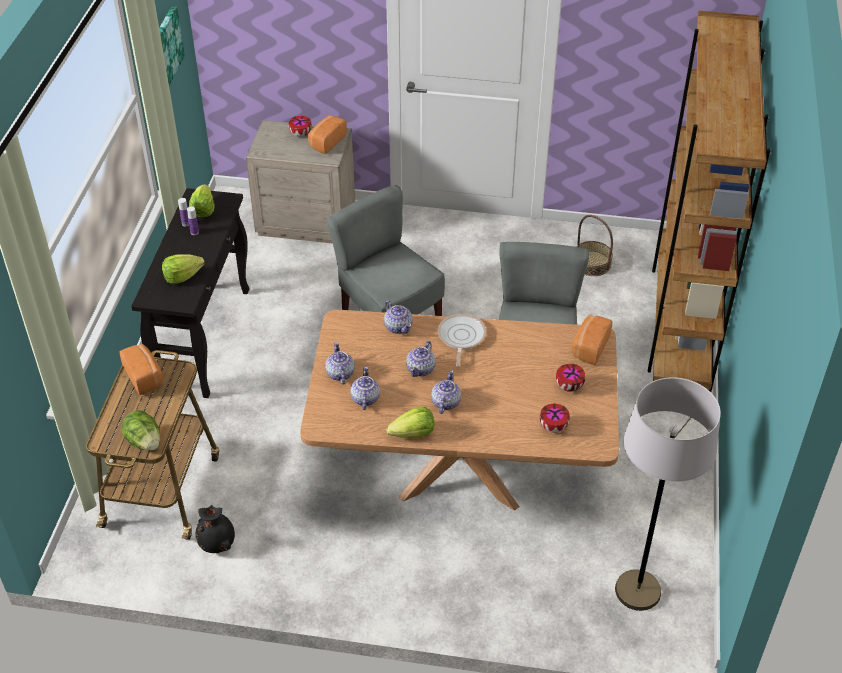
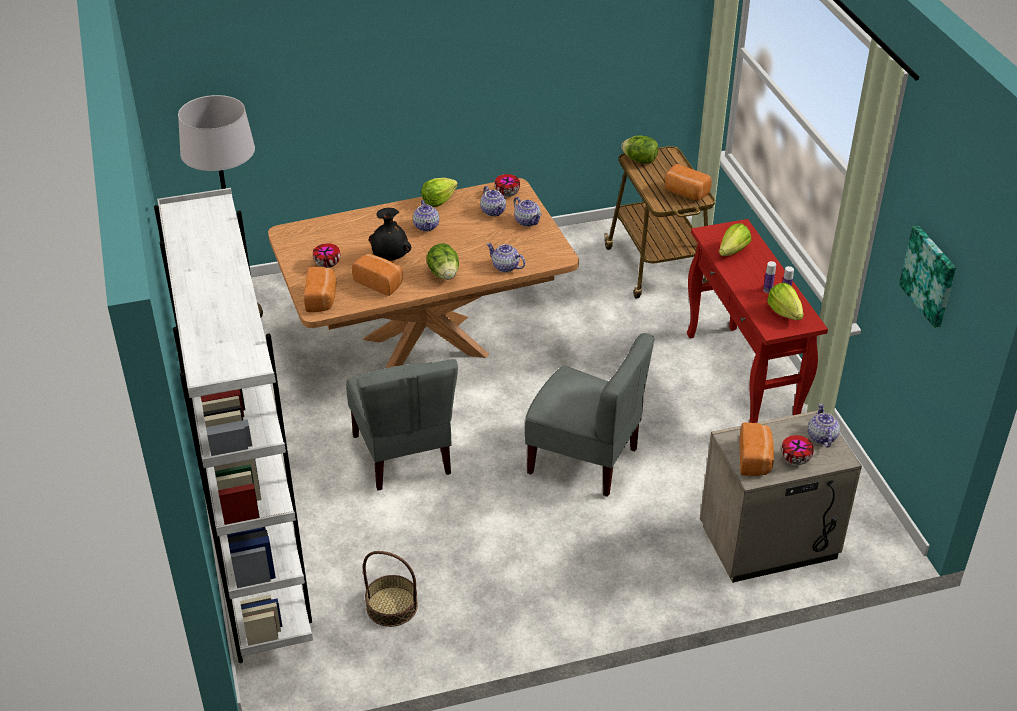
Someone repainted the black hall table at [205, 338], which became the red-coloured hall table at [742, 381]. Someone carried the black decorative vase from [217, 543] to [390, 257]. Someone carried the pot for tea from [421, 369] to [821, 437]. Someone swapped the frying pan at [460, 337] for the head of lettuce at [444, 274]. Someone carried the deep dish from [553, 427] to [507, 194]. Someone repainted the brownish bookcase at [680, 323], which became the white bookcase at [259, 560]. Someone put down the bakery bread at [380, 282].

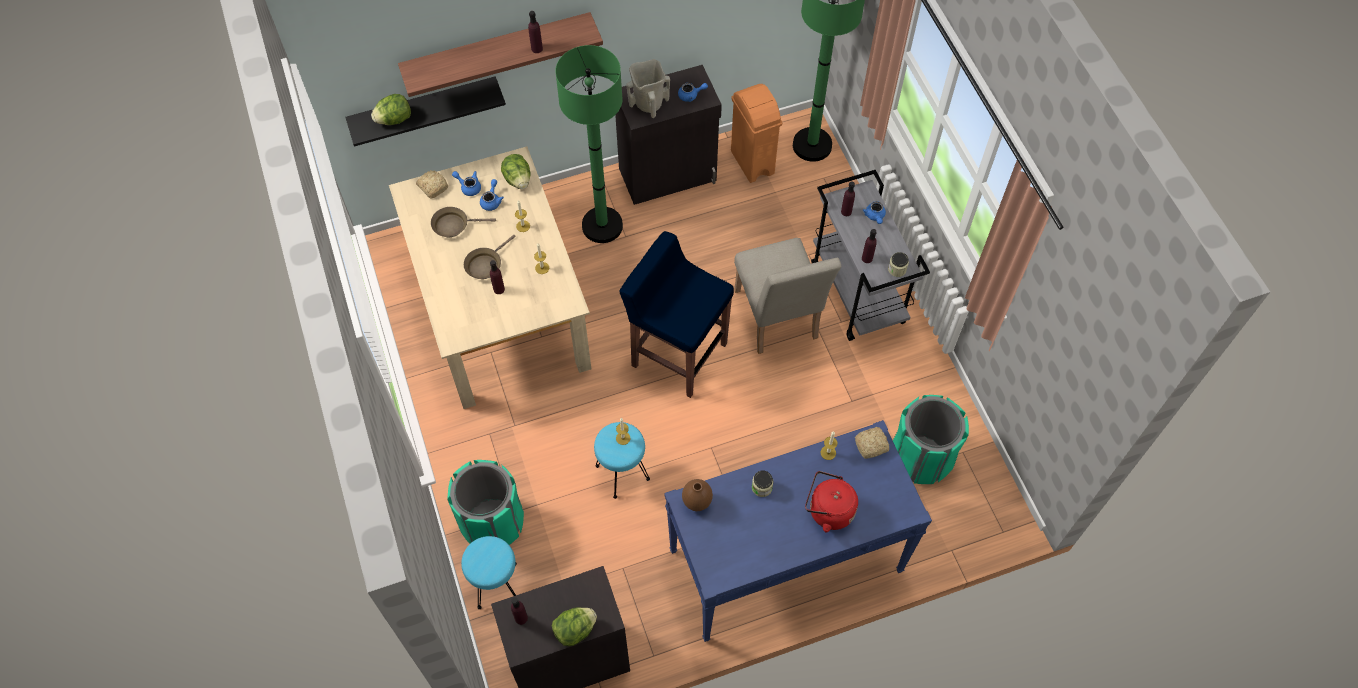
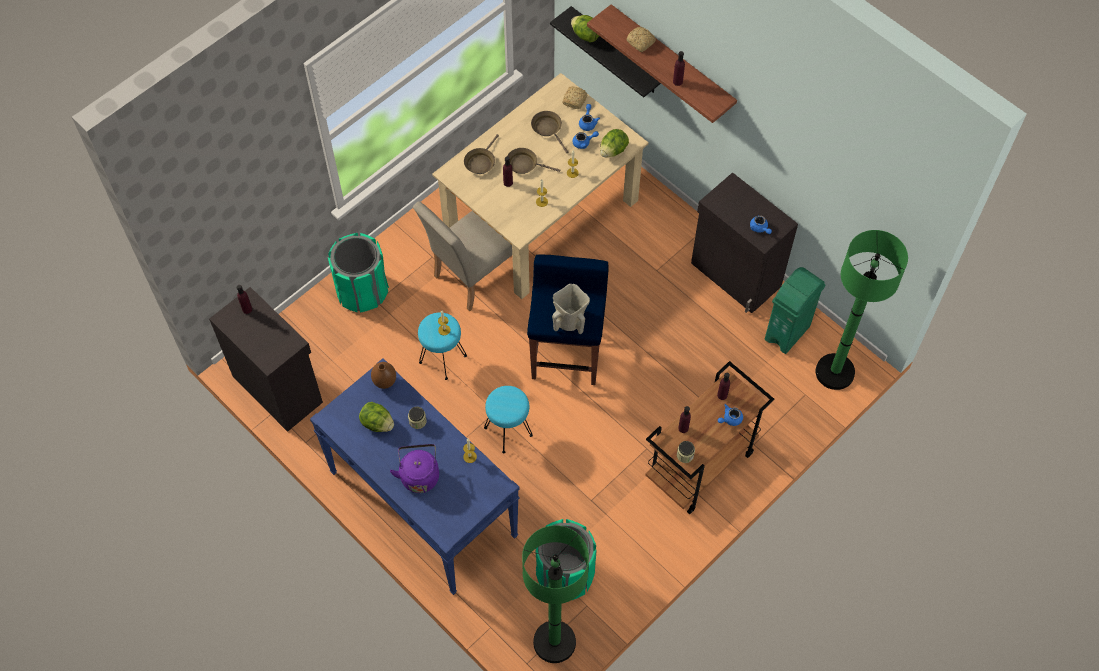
Someone carried the blue-green stool seat from [497, 584] to [509, 431]. Someone carried the head of lettuce from [574, 630] to [377, 423]. Someone carried the green standard lamp from [602, 226] to [554, 642]. Someone carried the beige-coloured decorative vase from [648, 102] to [570, 320]. Someone repainted the orangey waste bin at [752, 162], which became the green waste bin at [787, 332]. Someone carried the beige-coloured chair from [777, 320] to [471, 277]. Someone repainted the red-coloured kettle at [828, 511], which became the purple kettle at [419, 475]. Someone repainted the grey cart at [858, 293], which became the brownish cart at [699, 467]. Someone carried the bakery bread from [872, 445] to [641, 43]. Someone put down the brownish frying pan at [481, 162].

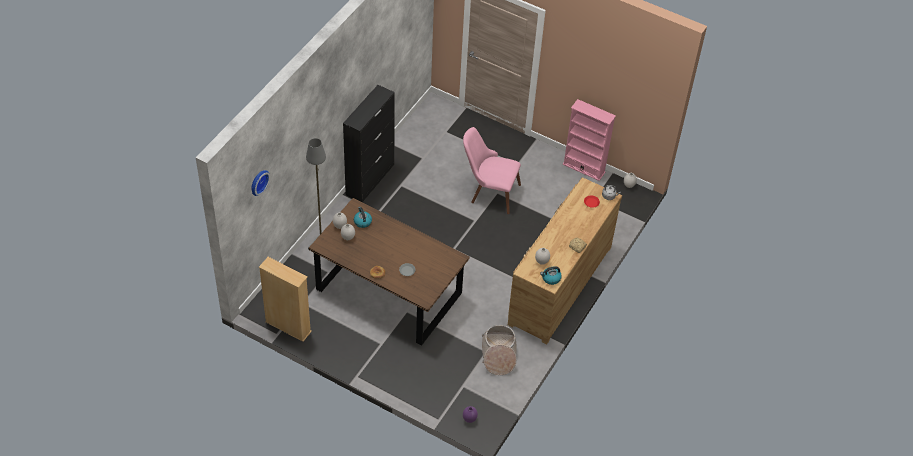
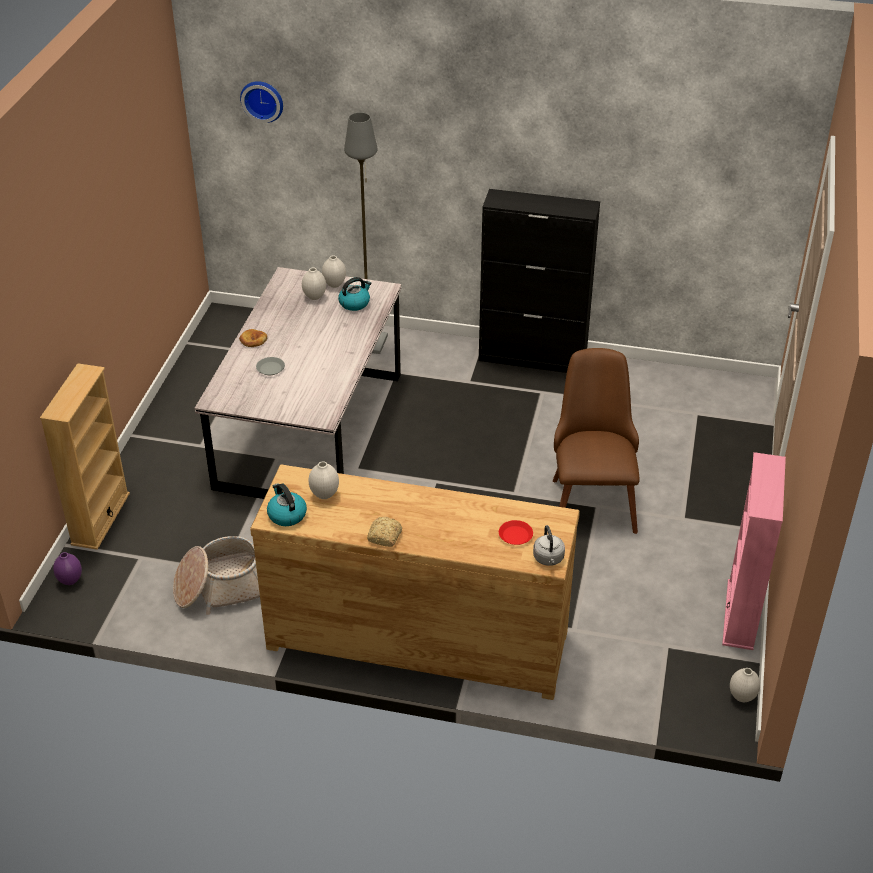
Someone carried the beige-coloured bookcase from [288, 326] to [100, 519]. Someone repainted the brownish dinner table at [389, 290], which became the grey dinner table at [311, 430]. Someone repainted the pinkish chair at [489, 192], which became the brownish chair at [591, 496].

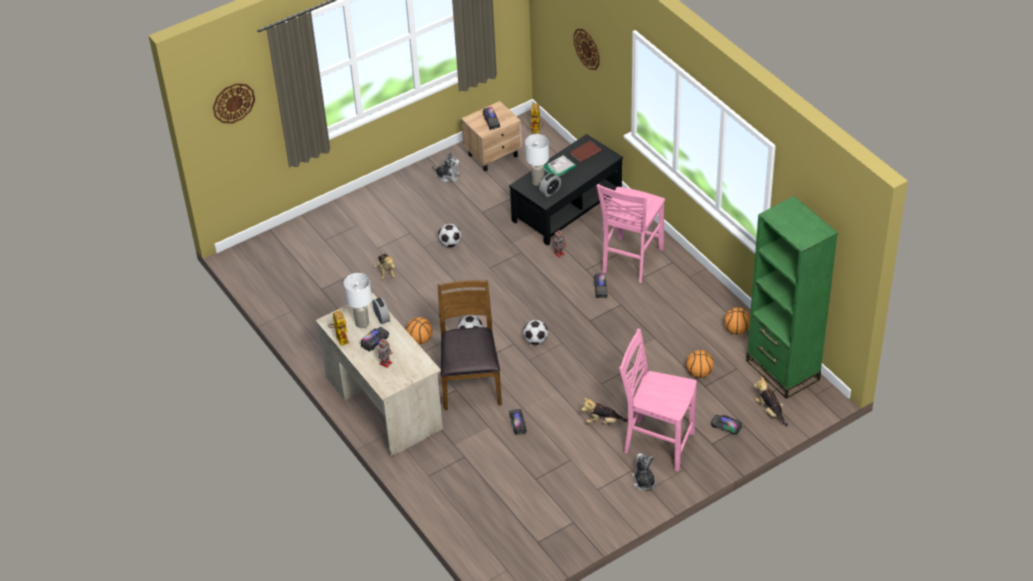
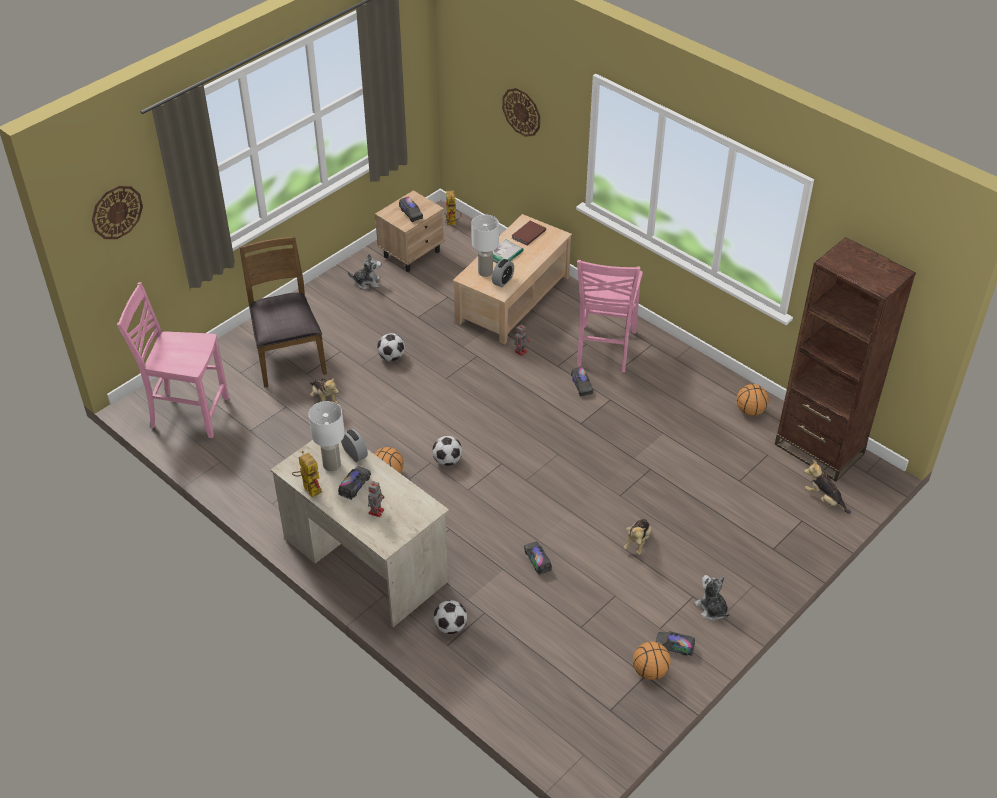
Someone carried the brownish chair from [470, 381] to [288, 355]. Someone repainted the black coffee table at [566, 206], which became the beige-coloured coffee table at [512, 299]. Someone carried the ball for football from [536, 341] to [450, 627]. Someone rotated the plush toy at [603, 421] by 60 degrees counterclockwise. Someone carried the pinkish chair from [657, 443] to [188, 413]. Someone carried the basketball from [699, 373] to [649, 671]. Someone carried the model truck from [726, 427] to [674, 646]. Someone repainted the green bookcase at [782, 370], which became the brownish bookcase at [819, 449].

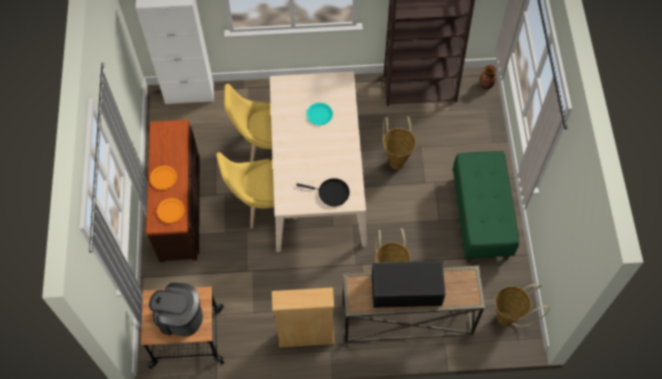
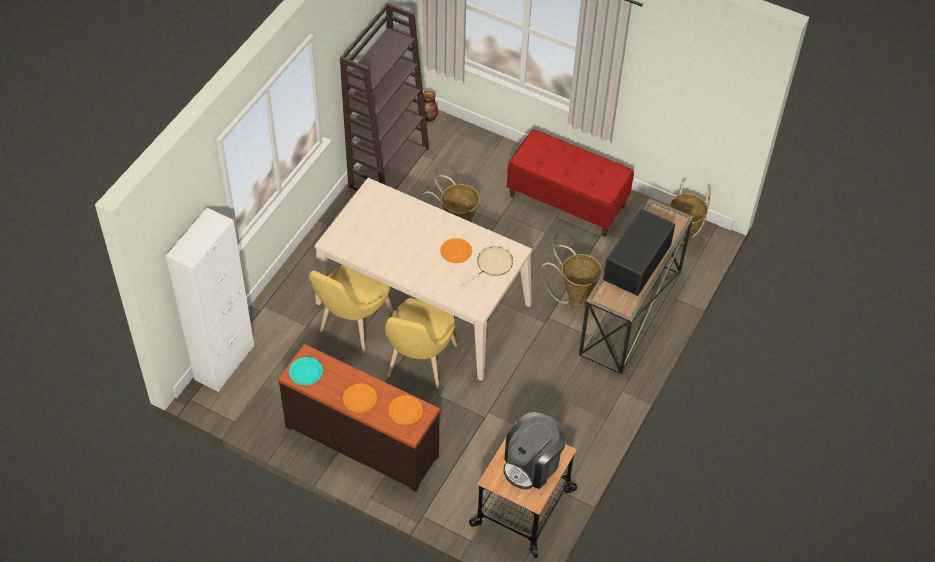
Someone took away the beige-coloured bookcase at [306, 337]. Someone repainted the black frying pan at [331, 193], which became the beige-coloured frying pan at [493, 265]. Someone carried the blue-green plate from [319, 114] to [305, 372]. Someone repainted the green indoor bench at [481, 217], which became the red-coloured indoor bench at [567, 201]. Someone put down the orangey plate at [456, 251].

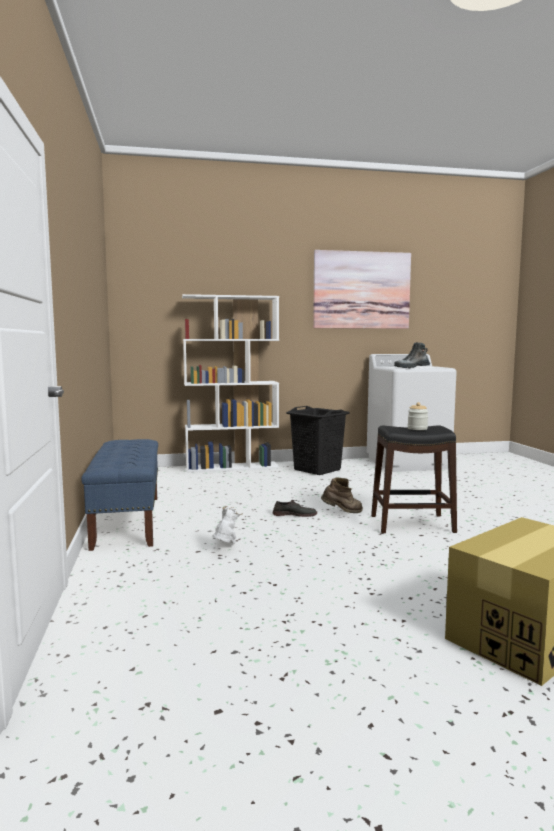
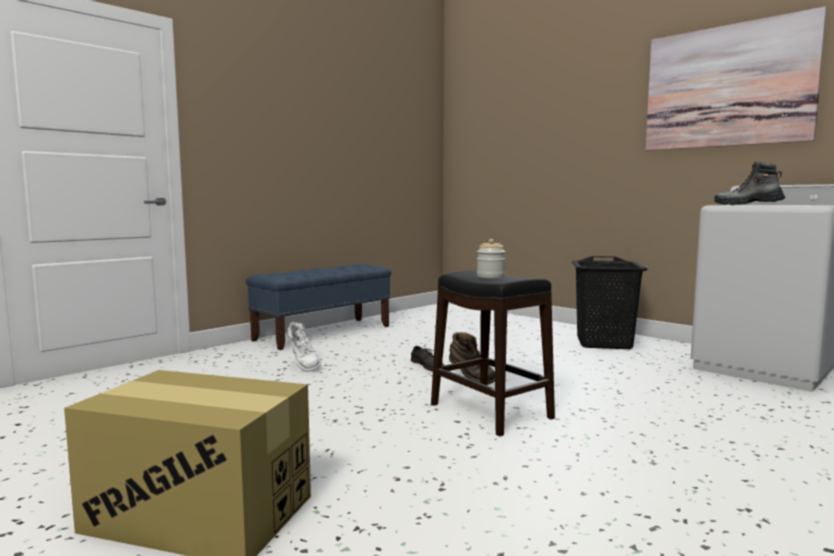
Someone took away the white bookcase at [232, 467]. Someone rotated the white tall boot at [226, 547] by 90 degrees clockwise.

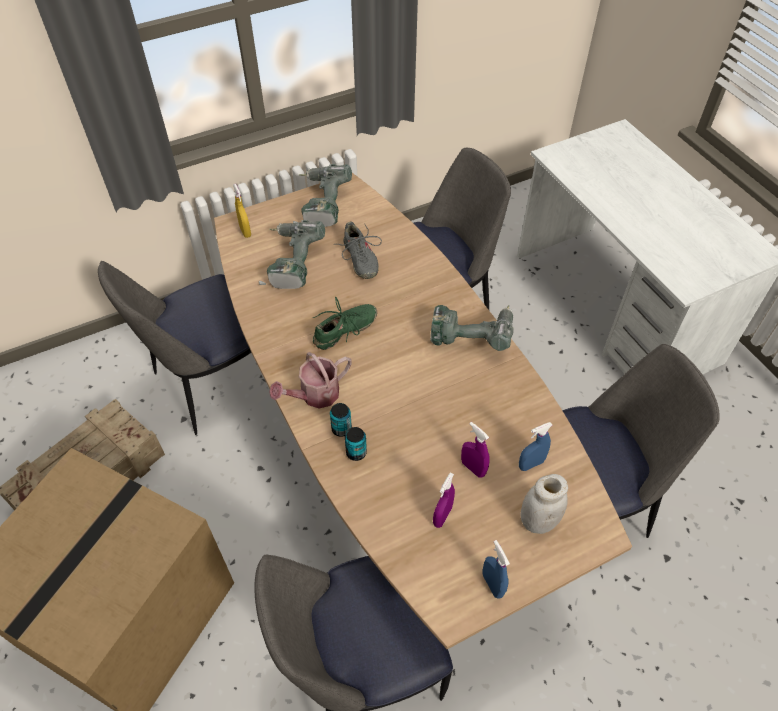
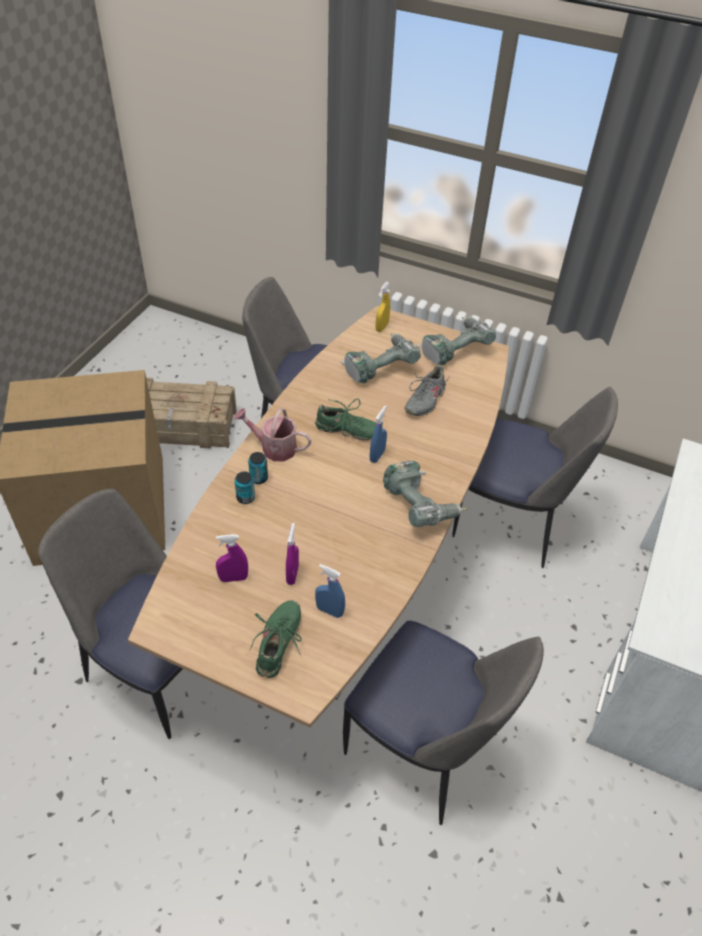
Someone carried the bluish spray bottle from [492, 584] to [377, 455]. Someone swapped the white preserve jar at [538, 521] for the green low shoe at [279, 643].

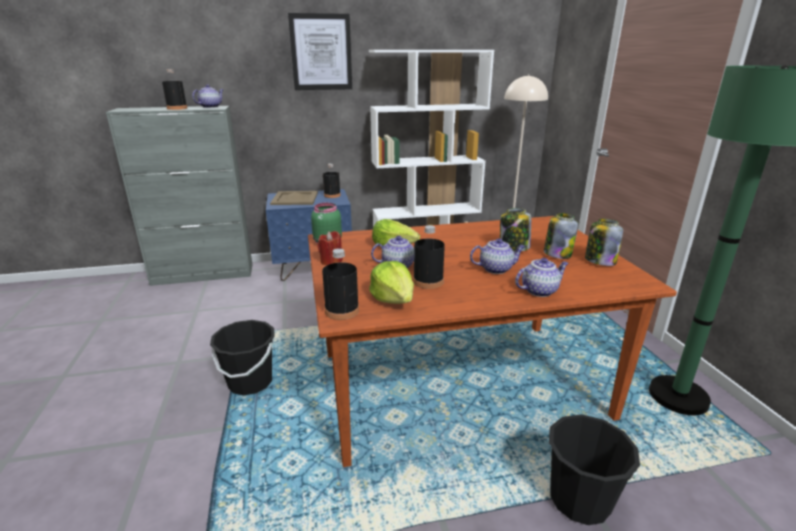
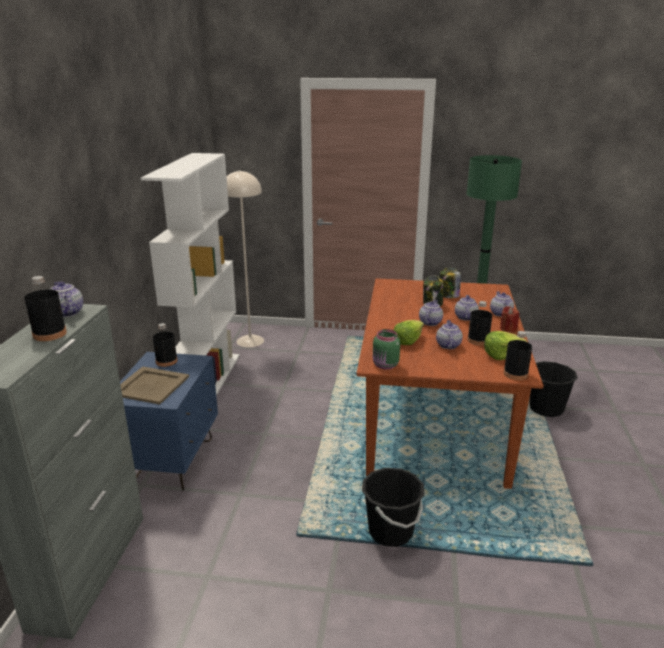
Someone took away the picture at [321, 52]. Someone carried the red-coloured candle from [331, 261] to [508, 329]. Someone took away the preserve jar at [599, 261]. Someone put down the pot for tea at [430, 322].

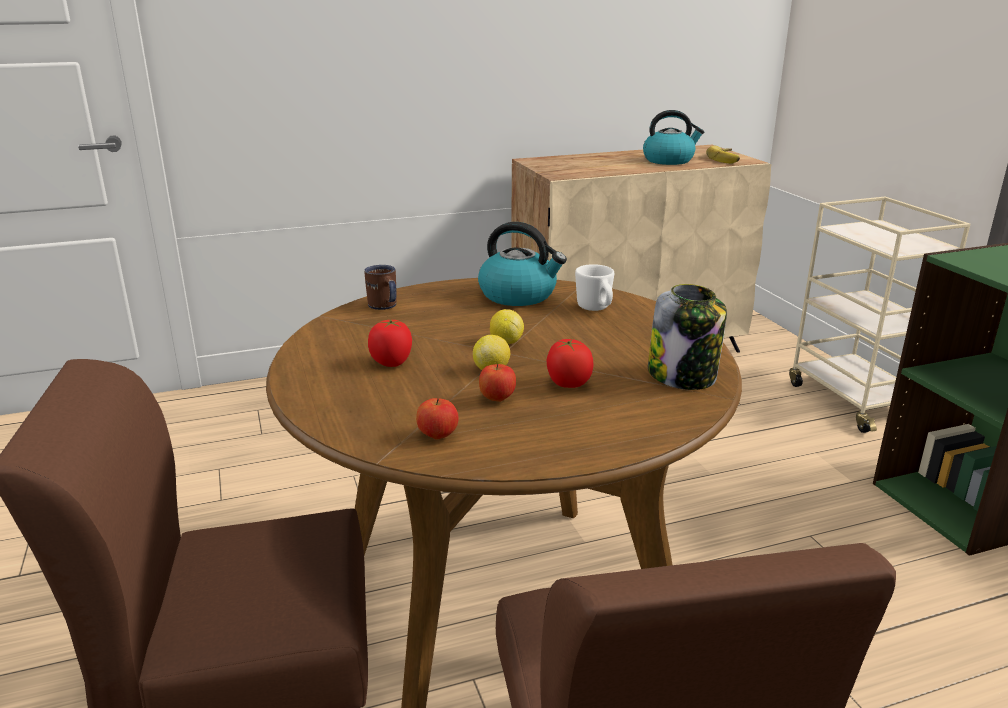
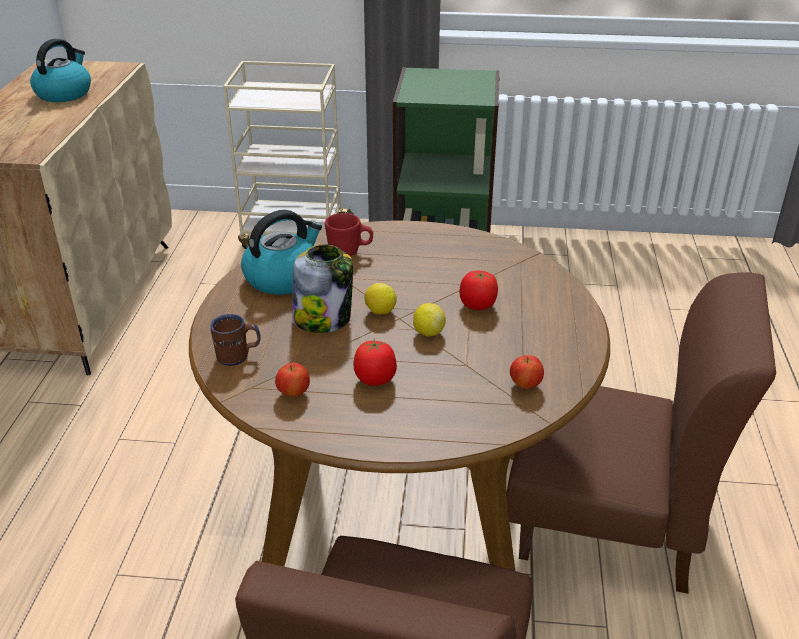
Someone carried the whole apple from [497, 399] to [293, 393]. Someone repainted the white mug at [596, 309], which became the red-coloured mug at [349, 252]. Someone carried the preserve jar from [683, 376] to [323, 318]. Someone took away the banana fruit at [727, 159].

